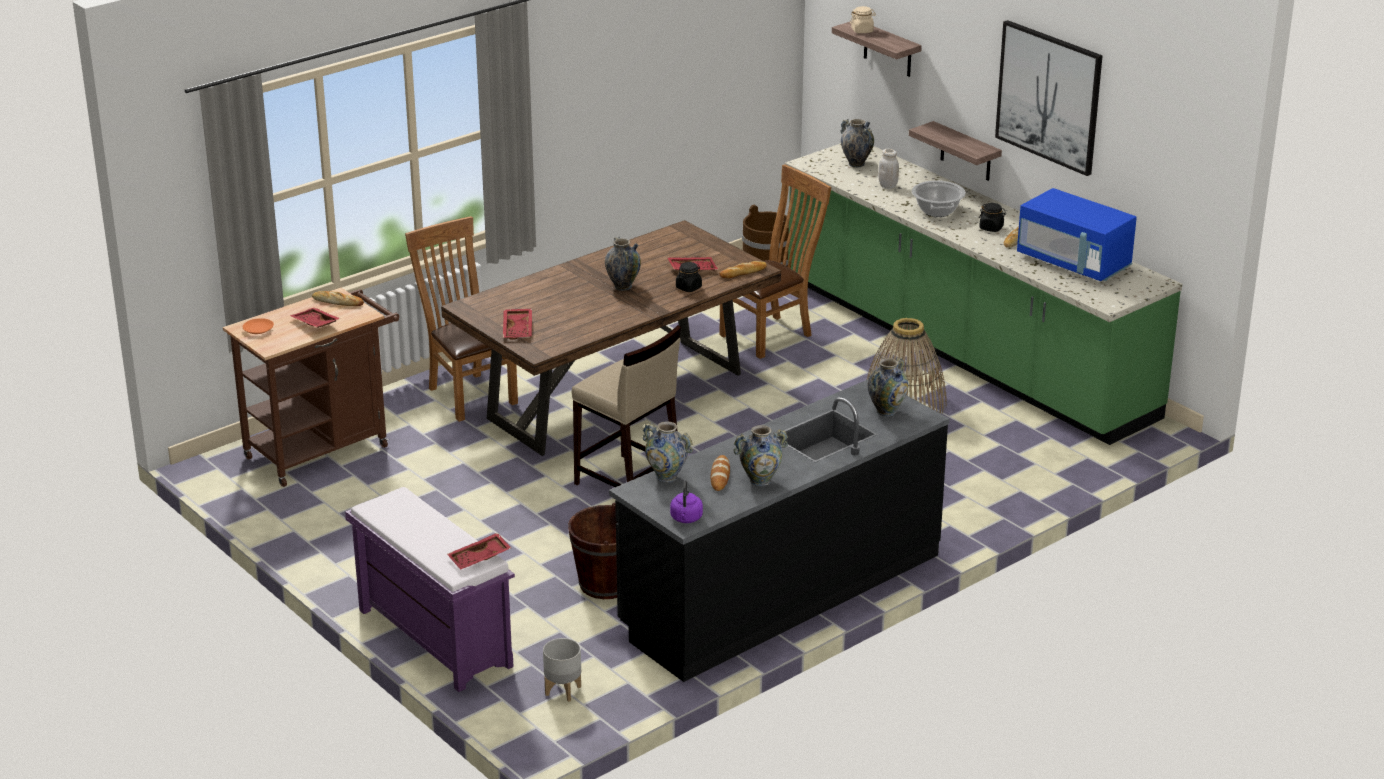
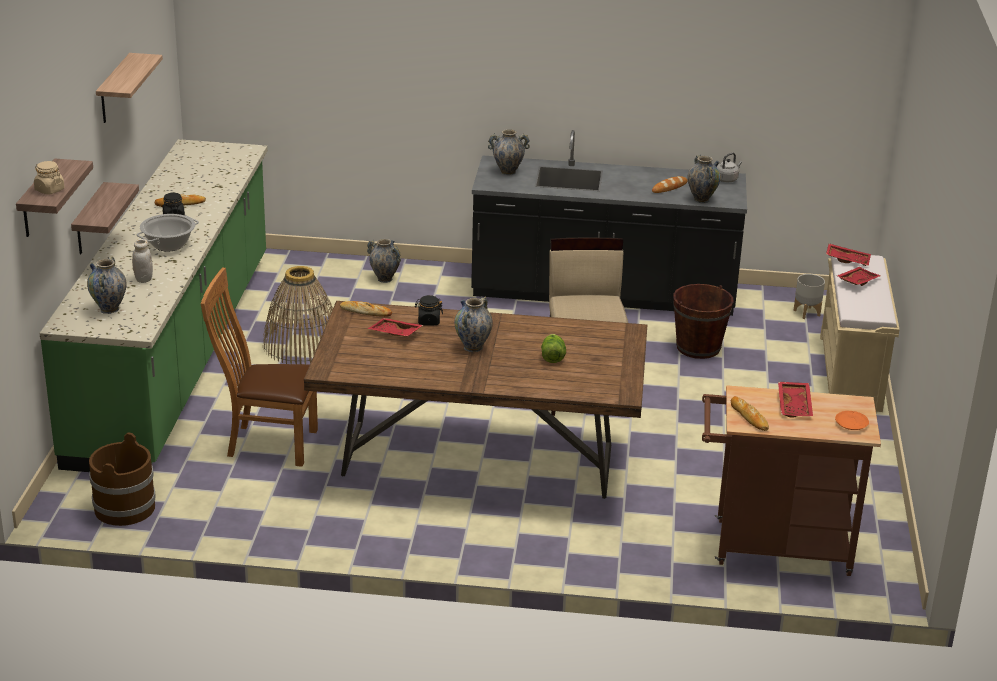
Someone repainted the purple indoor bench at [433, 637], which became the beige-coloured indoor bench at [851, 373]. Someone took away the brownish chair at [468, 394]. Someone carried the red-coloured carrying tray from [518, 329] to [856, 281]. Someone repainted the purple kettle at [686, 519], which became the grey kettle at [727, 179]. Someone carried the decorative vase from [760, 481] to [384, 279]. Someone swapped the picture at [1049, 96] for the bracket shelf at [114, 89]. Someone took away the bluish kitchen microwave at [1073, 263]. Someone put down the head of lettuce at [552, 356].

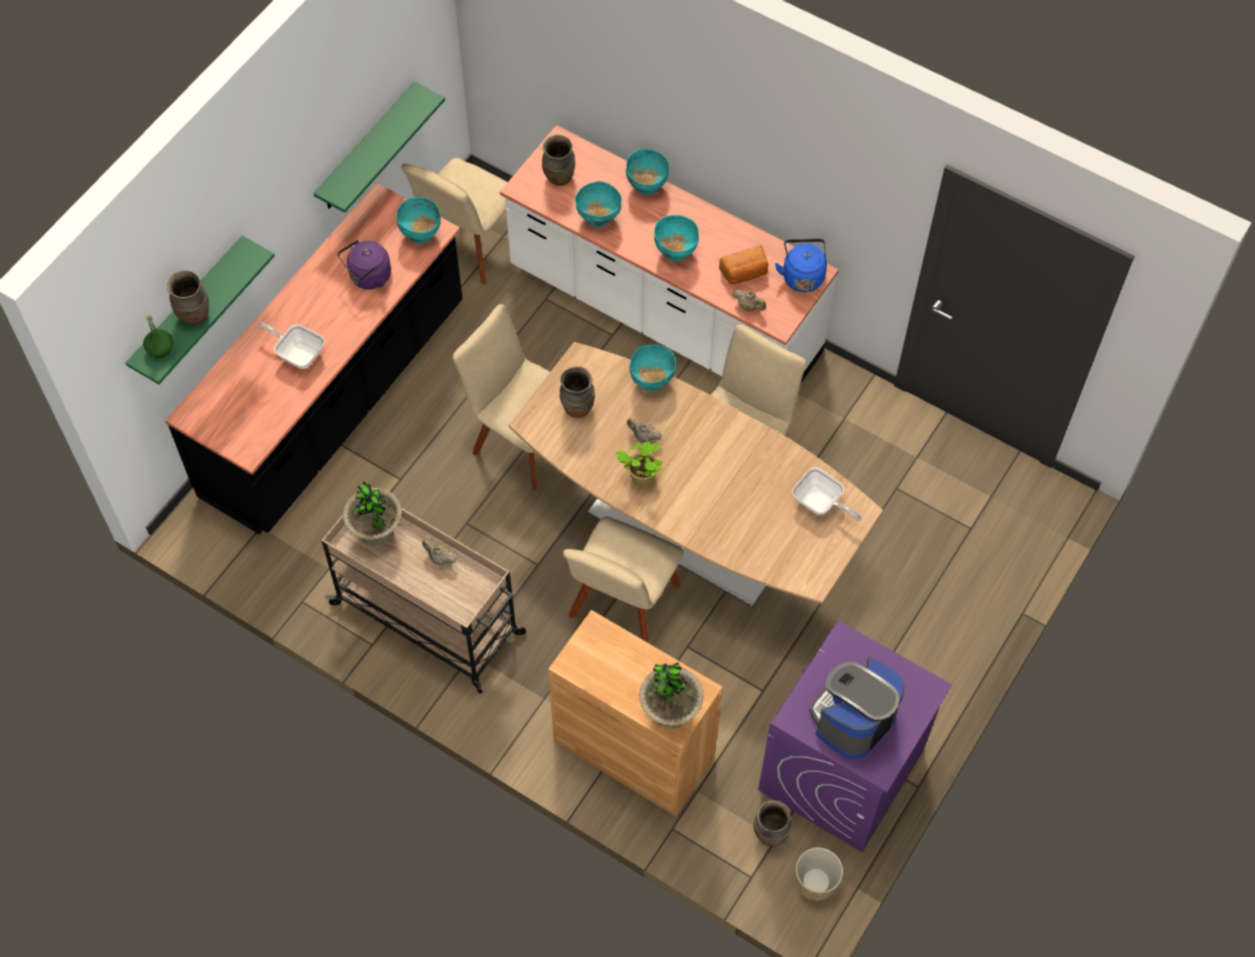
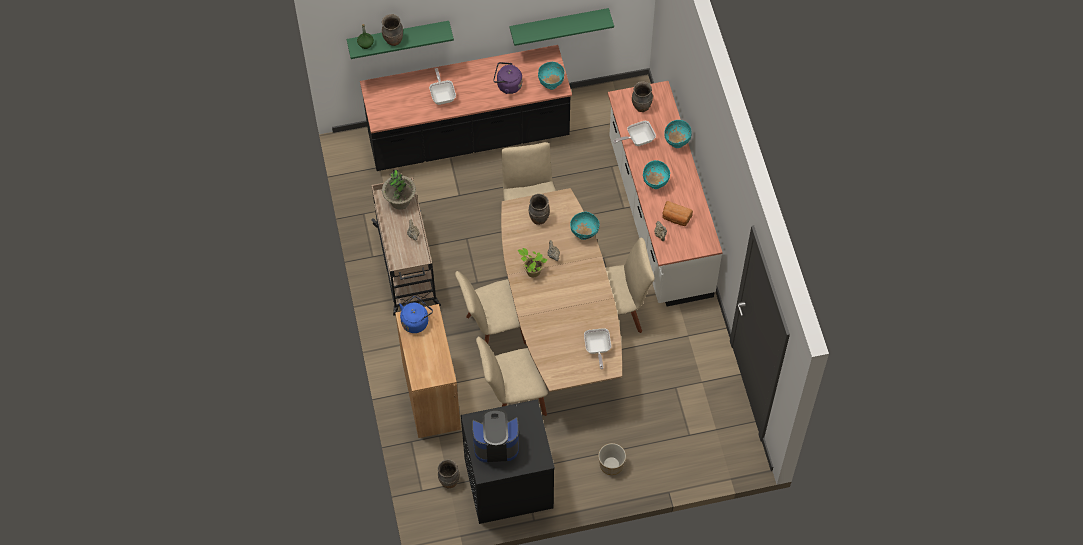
Someone carried the beige-coloured chair from [468, 246] to [512, 398]. Someone swapped the blue-green deep dish at [598, 219] for the frying pan at [637, 140]. Someone took away the houseplant at [670, 711]. Someone repainted the purple washing machine at [841, 772], which became the black washing machine at [508, 484]. Someone carried the bluish kettle from [802, 275] to [416, 321]. Someone carried the flower pot from [816, 882] to [611, 465].

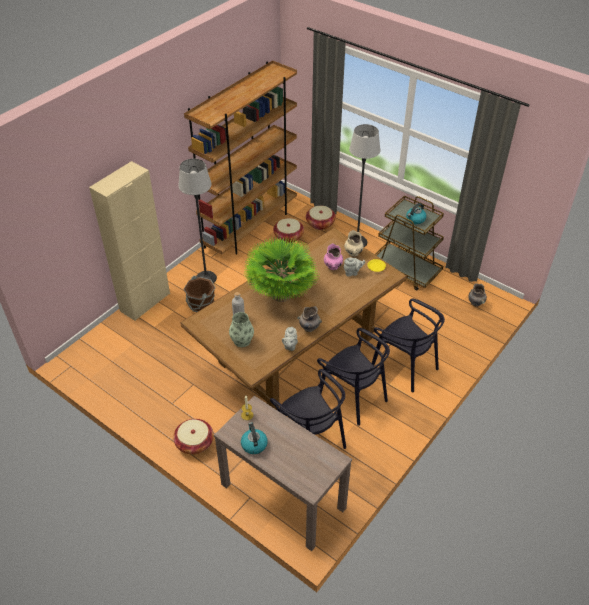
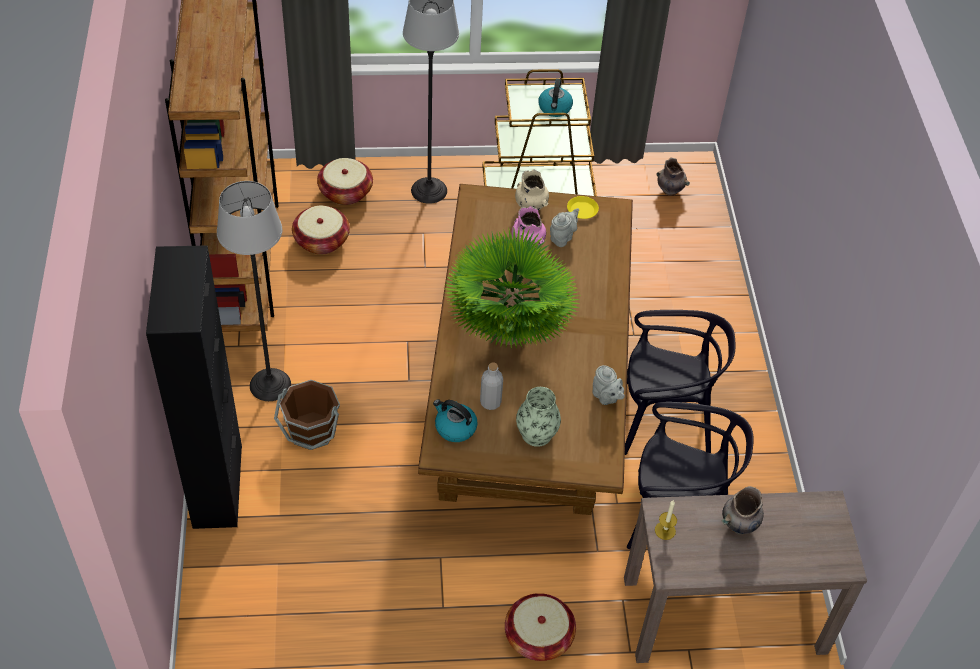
Someone repainted the beige-coloured cupboard at [145, 302], which became the black cupboard at [217, 486]. Someone carried the kettle from [254, 444] to [455, 428]. Someone carried the grey decorative vase from [309, 328] to [738, 525]. Someone took away the black chair at [405, 366].

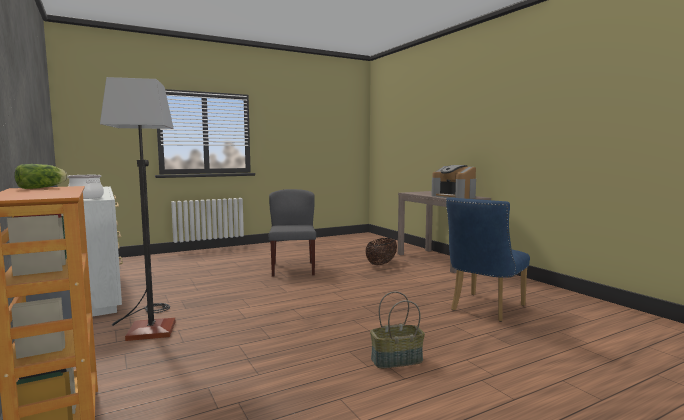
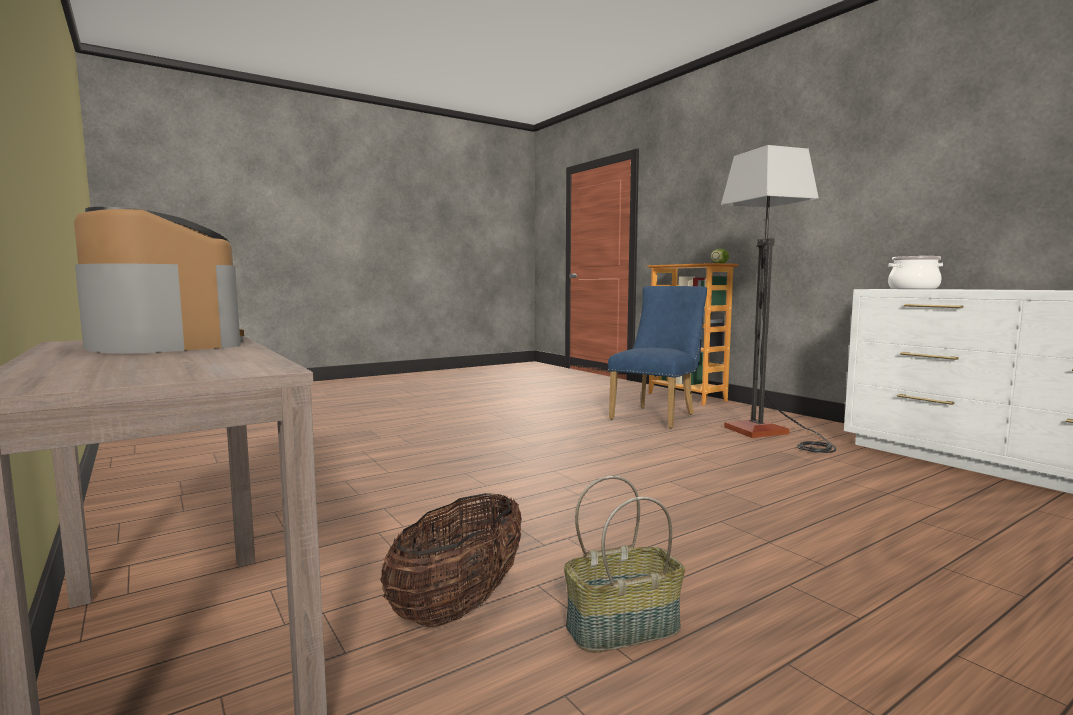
Someone took away the grey chair at [293, 269]. Someone carried the basket from [396, 360] to [623, 627]. Someone carried the bluish chair from [484, 309] to [657, 416].

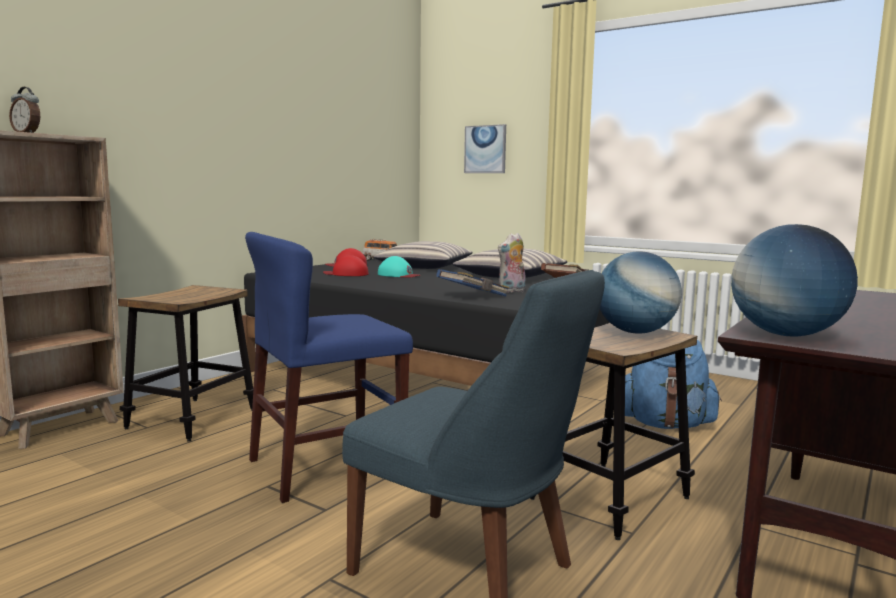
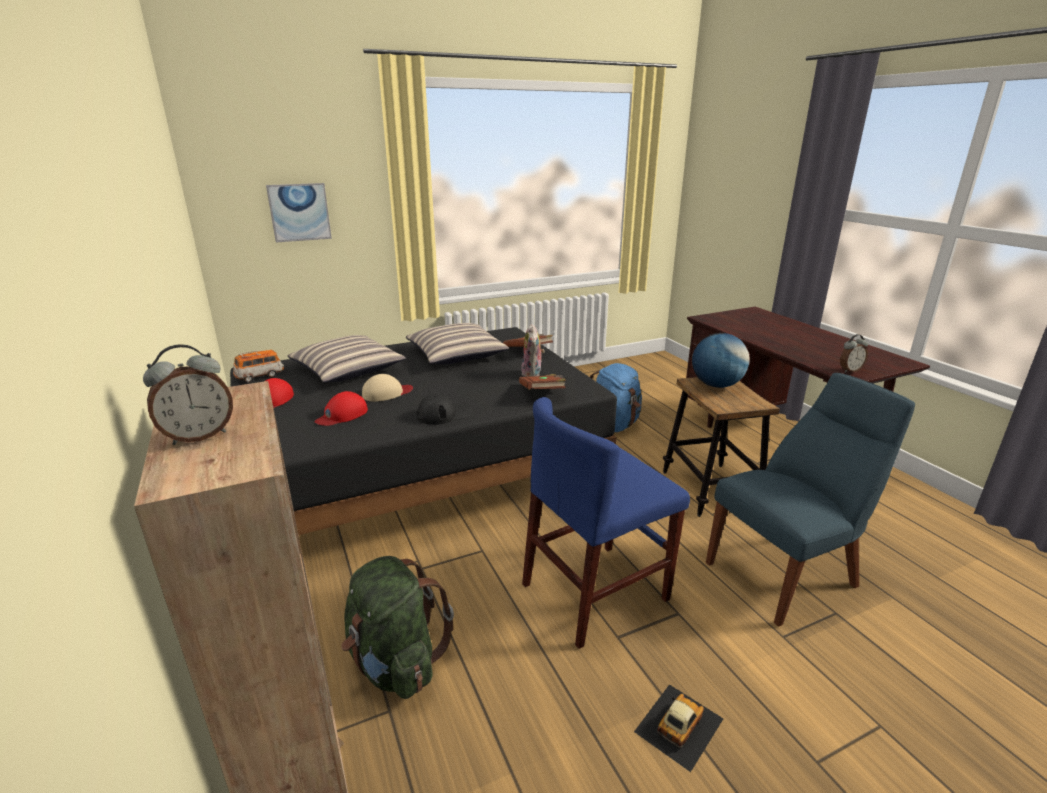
Someone swapped the stool seat at [192, 419] for the green backpack at [396, 663]. Someone rotated the bluish chair at [327, 466] by 60 degrees clockwise. Someone repainted the blue-green baseball cap at [398, 275], which became the beige-coloured baseball cap at [387, 393]. Someone repainted the bluish book at [473, 296], which became the brownish book at [542, 393]. Someone swapped the world globe at [786, 335] for the bedside clock at [849, 370]. Someone put down the black baseball cap at [444, 414]. Someone put down the miniature car at [678, 725].

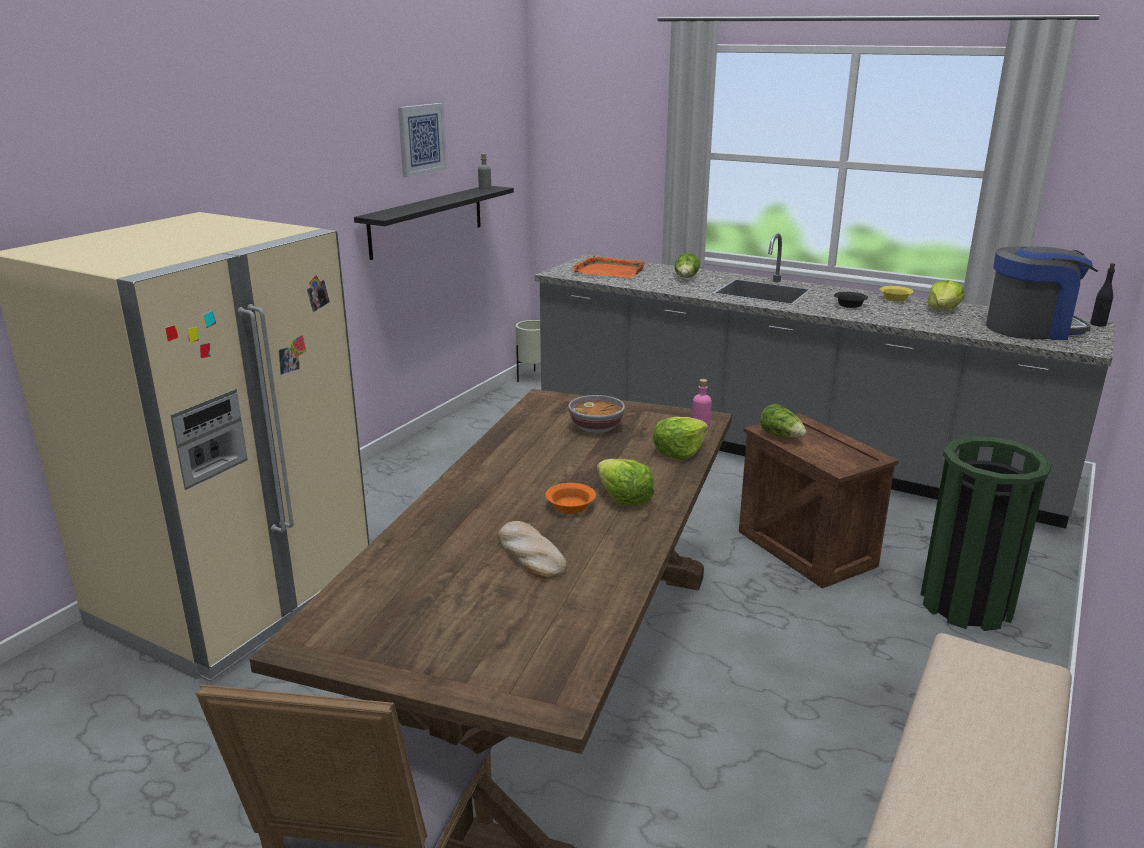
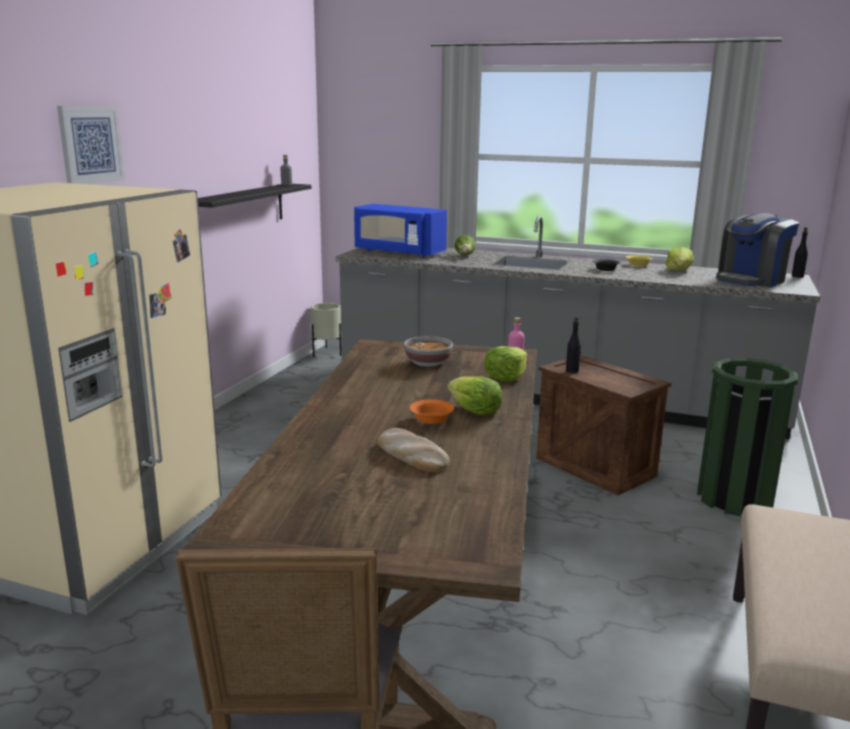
Someone carried the picture from [421, 139] to [90, 145]. Someone swapped the orangey carrying tray at [609, 271] for the bluish kitchen microwave at [398, 252]. Someone swapped the head of lettuce at [782, 436] for the black bottle at [572, 371]. Someone rotated the coffee maker at [1031, 328] by 150 degrees clockwise.

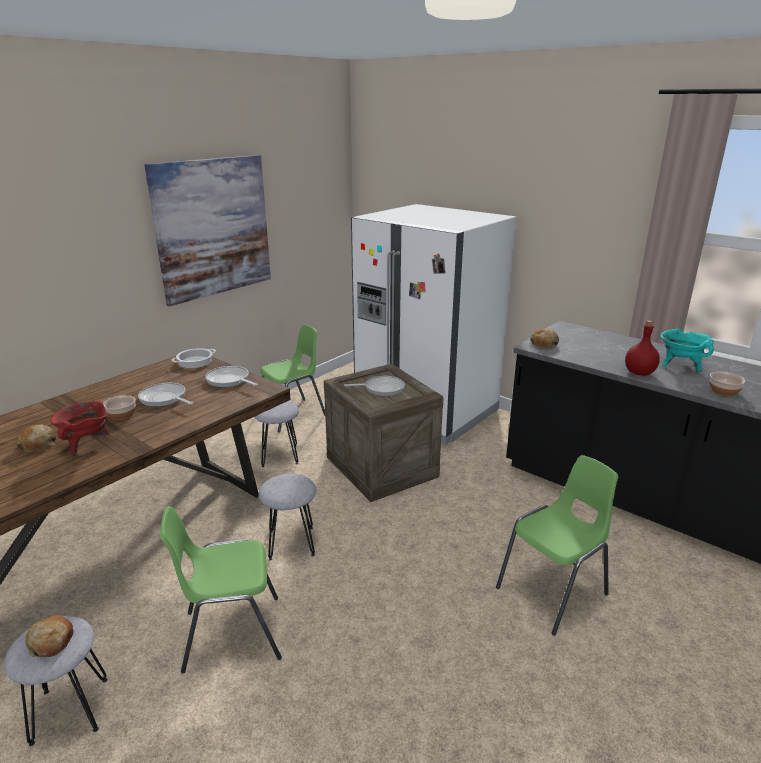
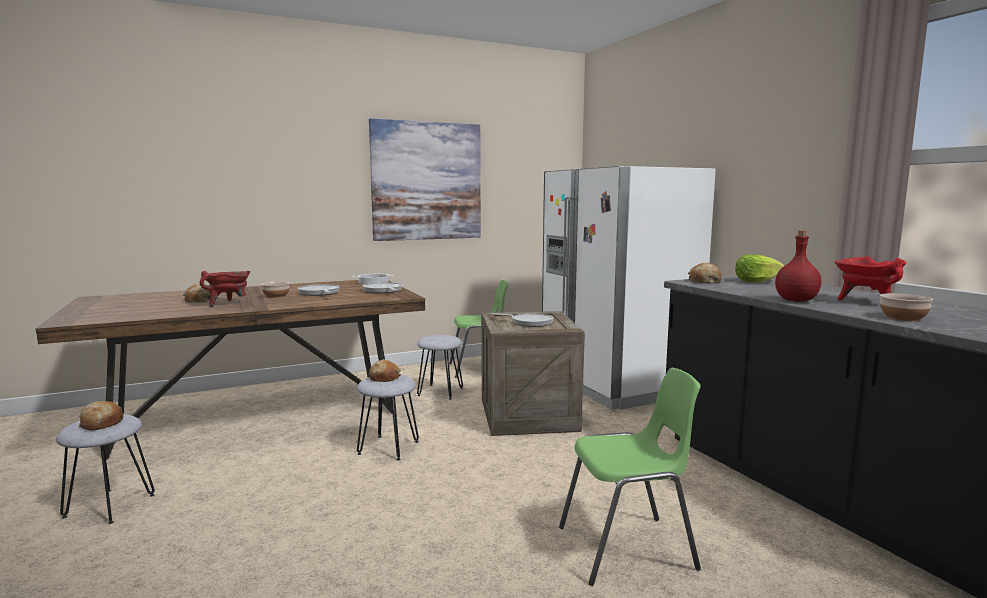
Someone took away the green chair at [231, 634]. Someone repainted the blue-green stockpot at [680, 366], which became the red-coloured stockpot at [866, 302]. Someone put down the bakery bread at [384, 377]. Someone put down the head of lettuce at [756, 281].

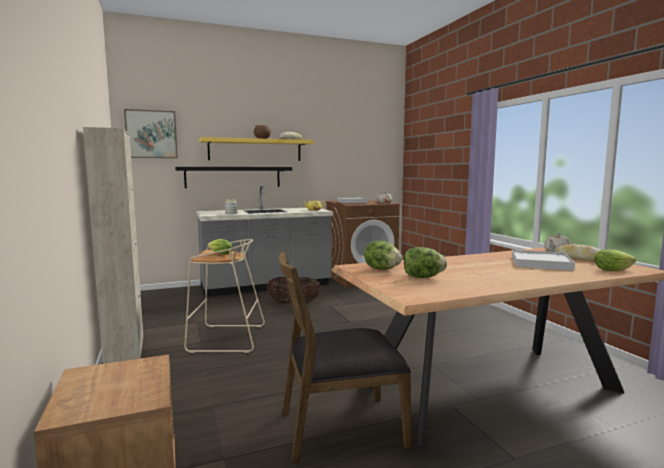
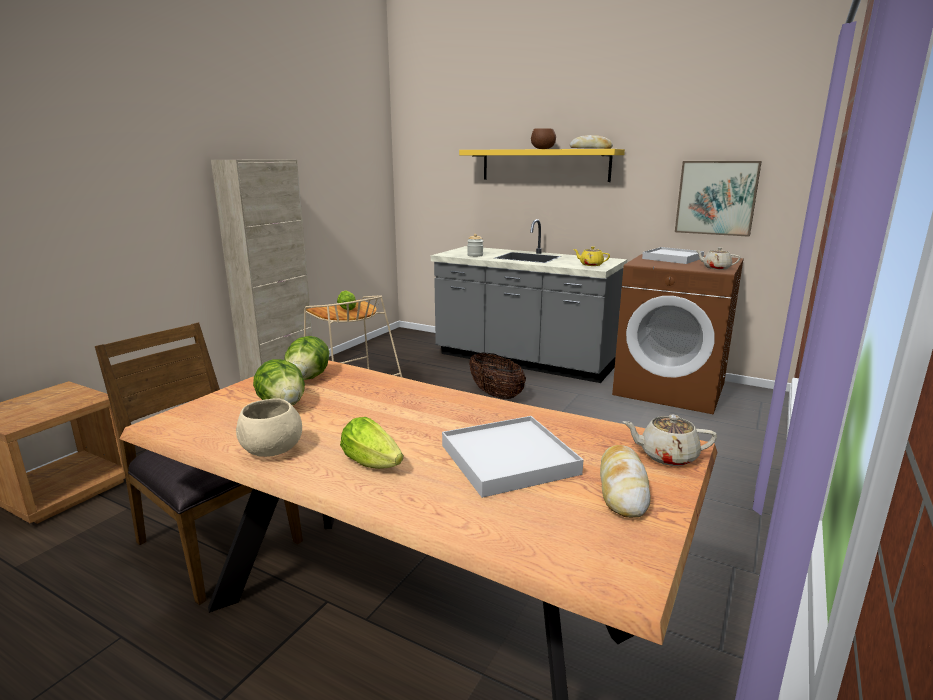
Someone carried the picture from [151, 134] to [716, 198]. Someone took away the black bracket shelf at [233, 177]. Someone carried the head of lettuce from [615, 270] to [374, 463]. Someone put down the beige-coloured deep dish at [271, 451].

